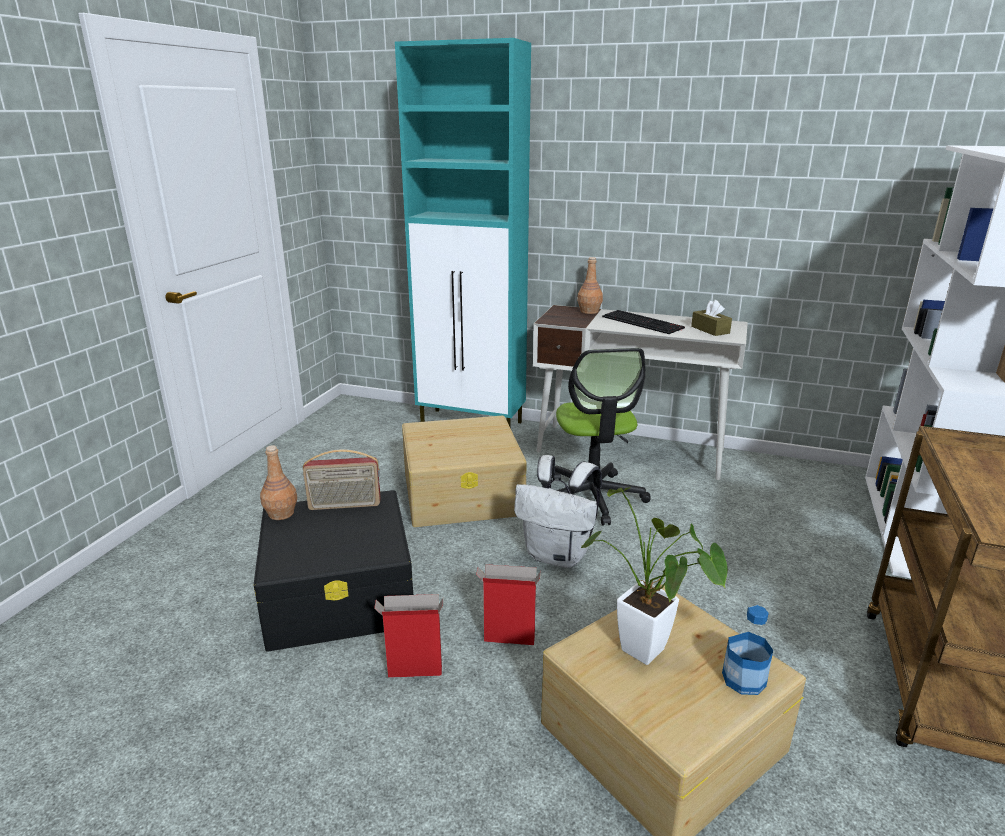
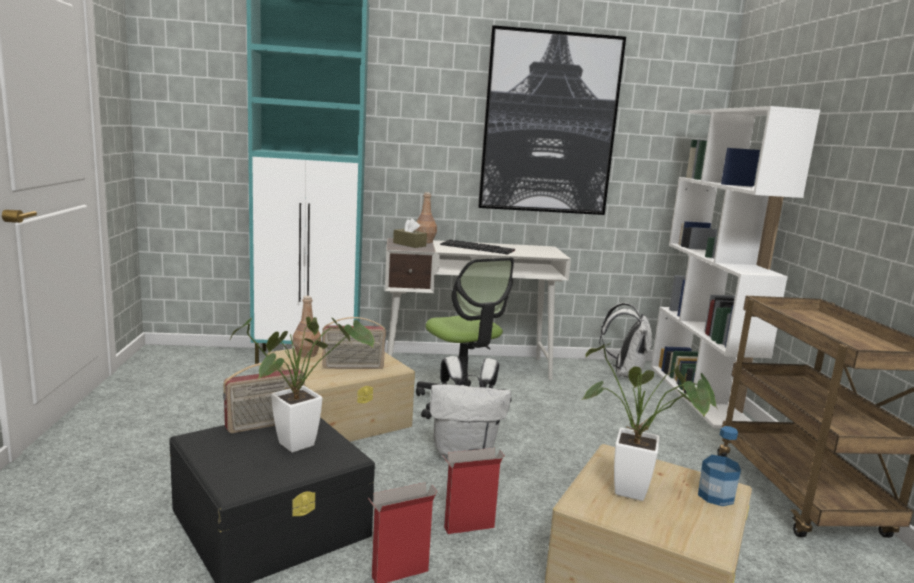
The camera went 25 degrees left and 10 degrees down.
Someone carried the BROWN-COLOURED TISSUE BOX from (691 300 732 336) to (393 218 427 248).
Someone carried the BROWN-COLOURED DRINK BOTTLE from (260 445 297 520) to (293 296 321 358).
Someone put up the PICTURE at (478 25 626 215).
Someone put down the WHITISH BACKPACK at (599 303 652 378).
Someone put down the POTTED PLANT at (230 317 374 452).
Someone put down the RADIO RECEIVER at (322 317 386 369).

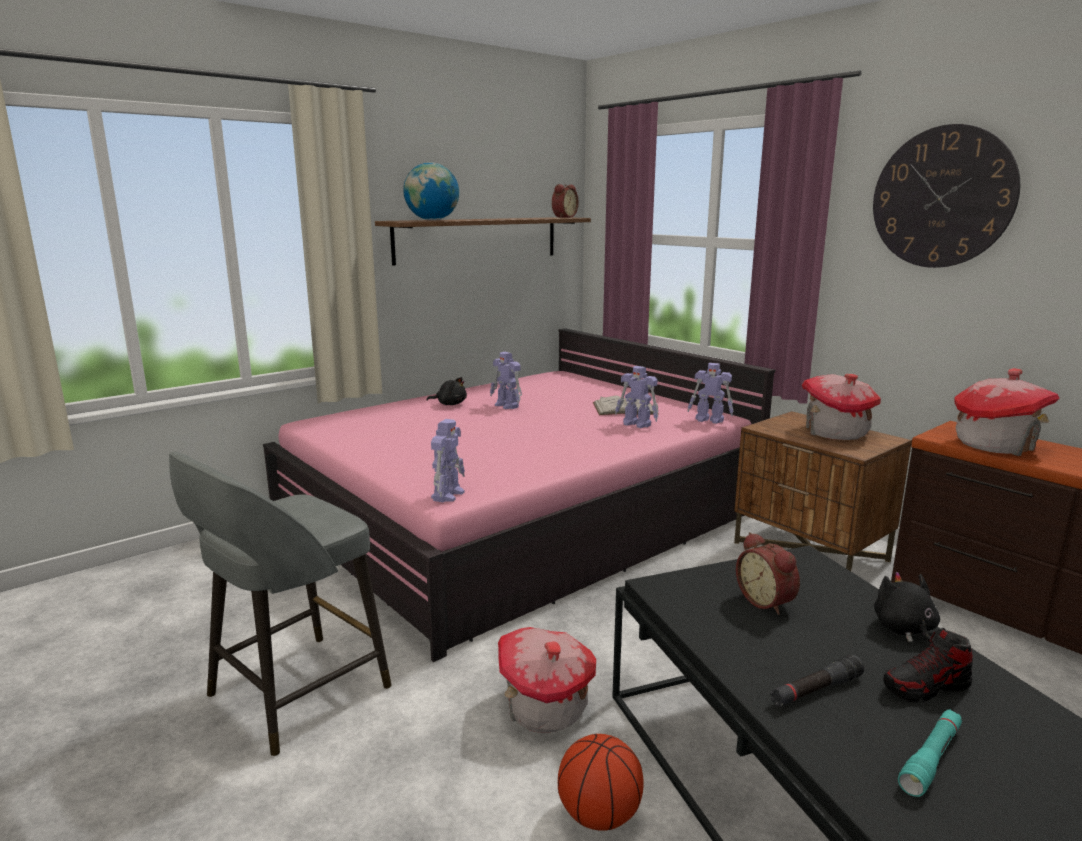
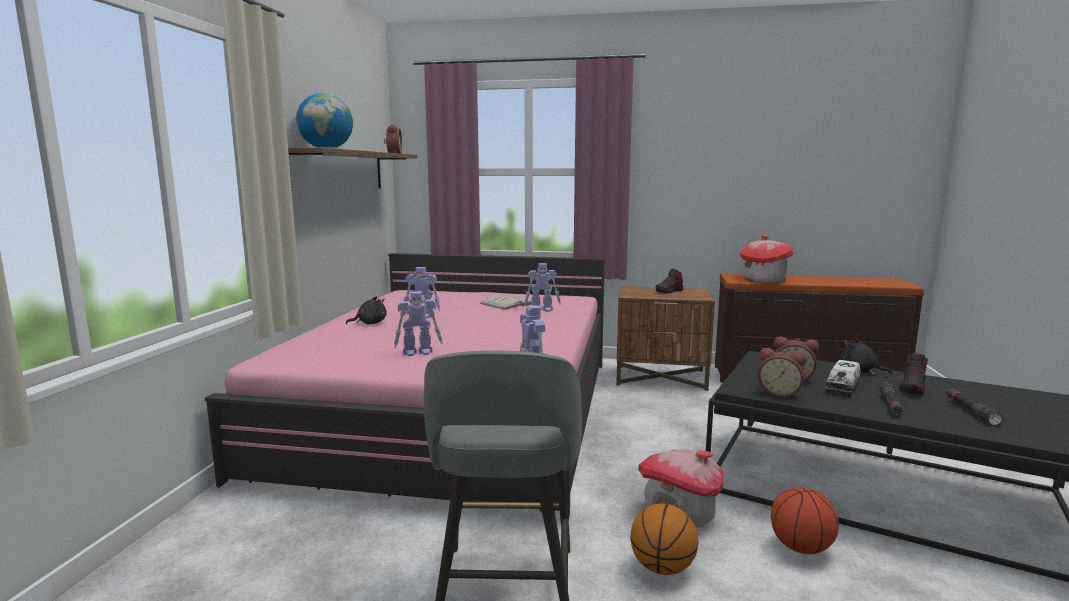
The camera went 40 degrees left and 5 degrees down.
Someone took away the HANGING CLOCK at (873 124 1020 268).
Someone carried the TOY ROBOT from (687 363 734 424) to (394 291 443 356).
Someone swapped the MINIATURE HOUSE at (802 374 881 440) for the SHOE at (656 269 683 294).
Someone repainted the BLUE-GREEN HAND TORCH at (898 710 962 797), which became the BLACK HAND TORCH at (946 389 1003 426).
Someone put down the TABLE CLOCK at (758 347 807 398).
Someone put down the MODEL TRUCK at (825 360 860 397).
Someone put down the BASKETBALL at (630 503 698 575).

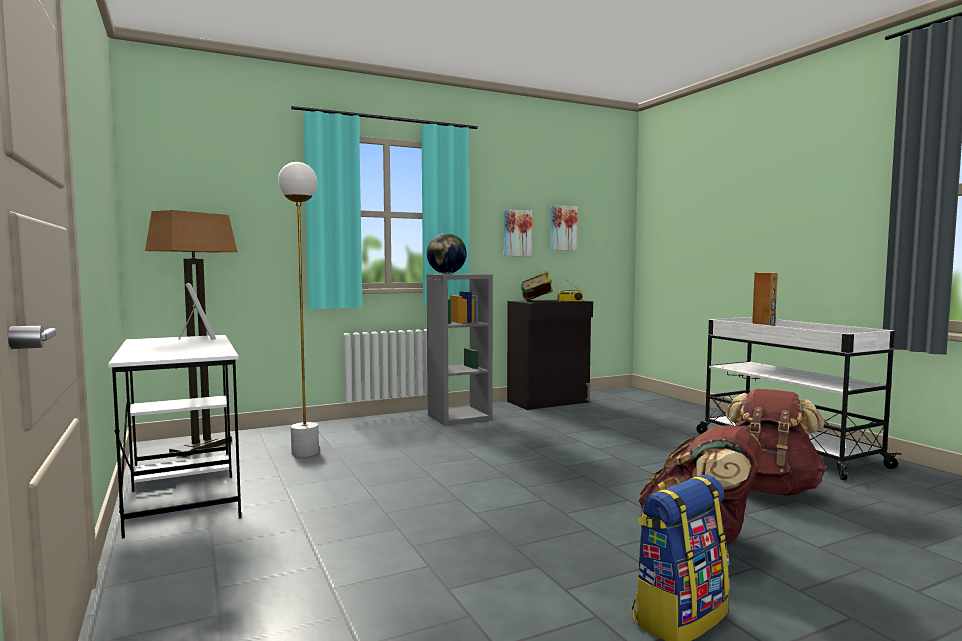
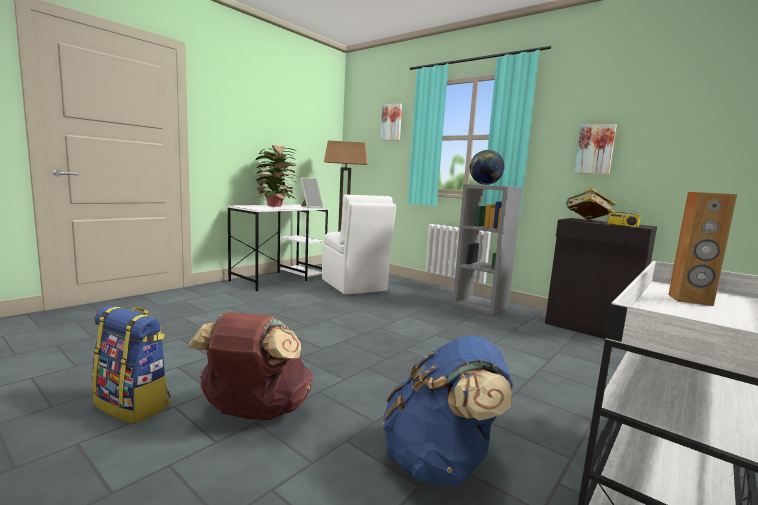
The camera went 65 degrees right and 5 degrees up.
Someone swapped the WHITISH FLOOR LAMP at (278 162 319 457) for the WHITISH UPRIGHT CHAIR at (322 194 396 294).
Someone carried the PICTURE from (550 205 578 250) to (380 104 402 140).
Someone repainted the BROWN-COLOURED BACKPACK at (725 389 827 495), which became the BLUE-COLOURED BACKPACK at (382 336 513 486).
Someone put down the POTTED PLANT at (254 145 297 207).

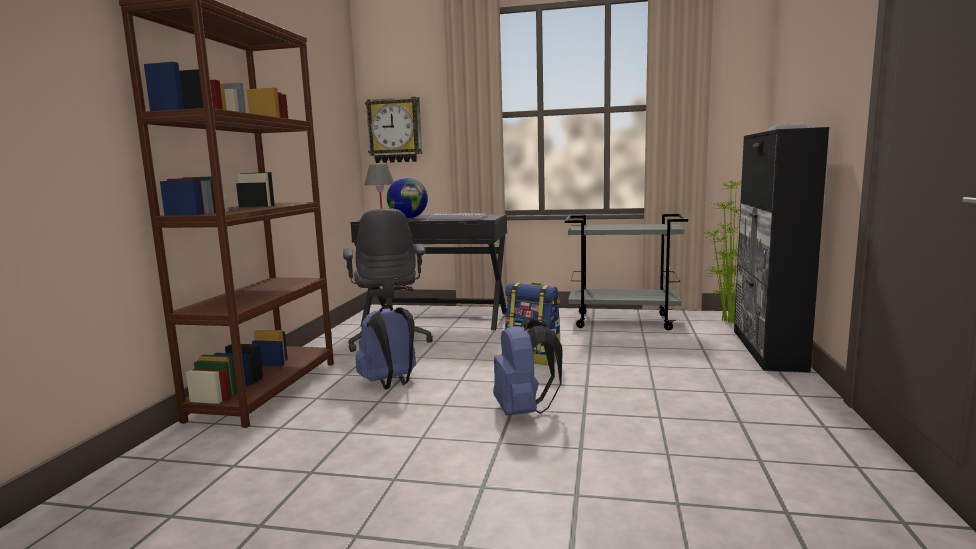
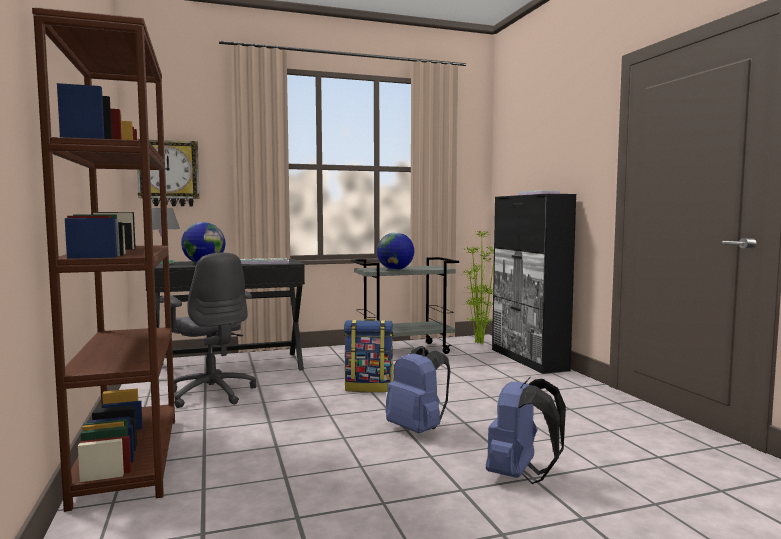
The camera went 30 degrees left and 5 degrees down.
Someone carried the BLUE-COLOURED BACKPACK from (356 304 416 389) to (486 377 566 484).
Someone put down the GLOBE at (377 232 414 270).

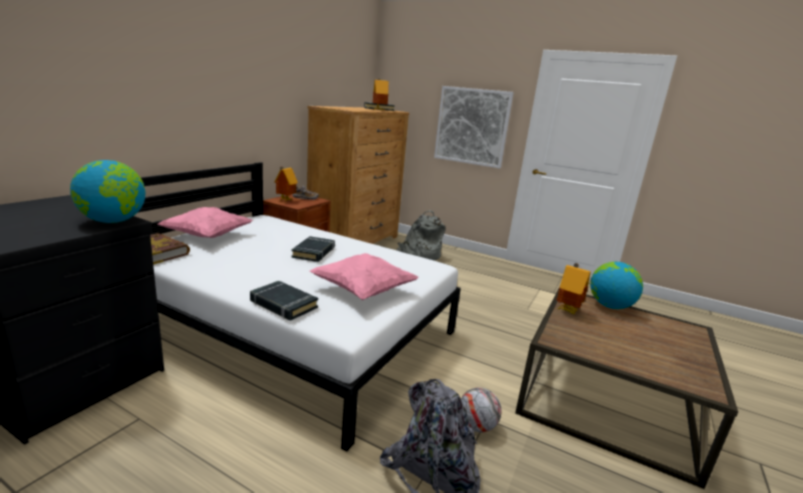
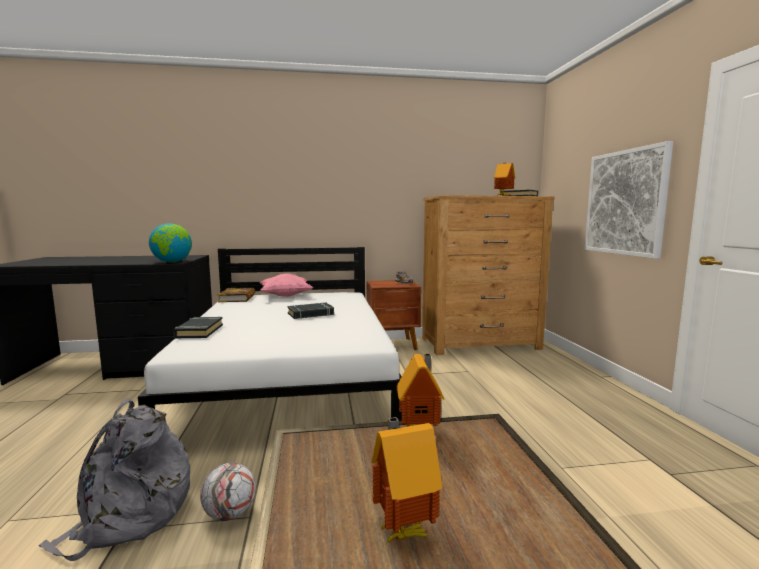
The camera went 55 degrees right and 10 degrees down.
Someone carried the MINIATURE HOUSE from (275 167 298 202) to (372 417 442 545).
Someone took away the GREY BACKPACK at (397 210 446 260).
Someone took away the PINK THROW PILLOW at (310 253 419 300).
Someone took away the GLOBE at (590 262 643 309).

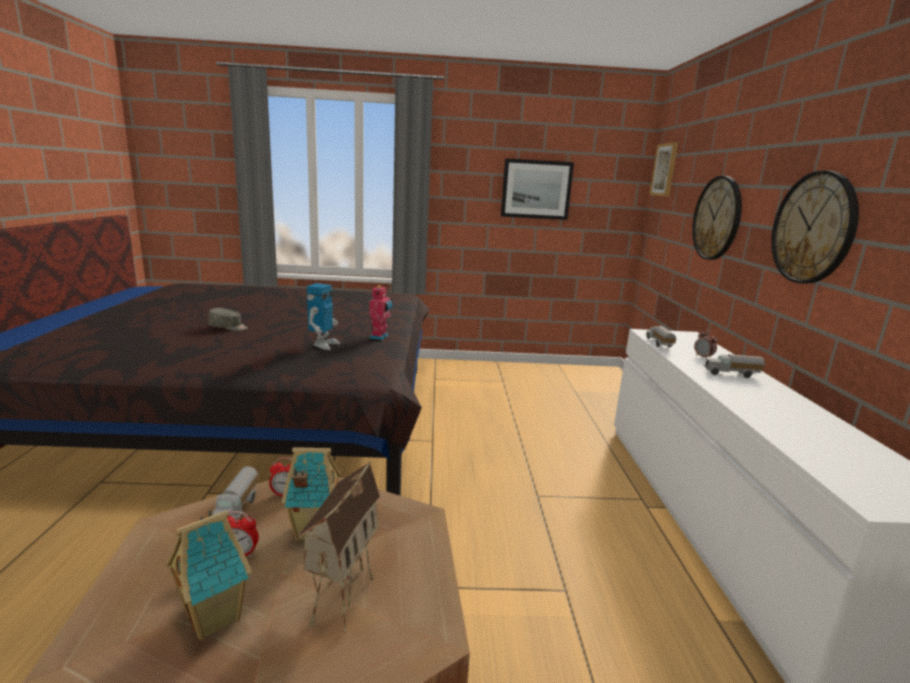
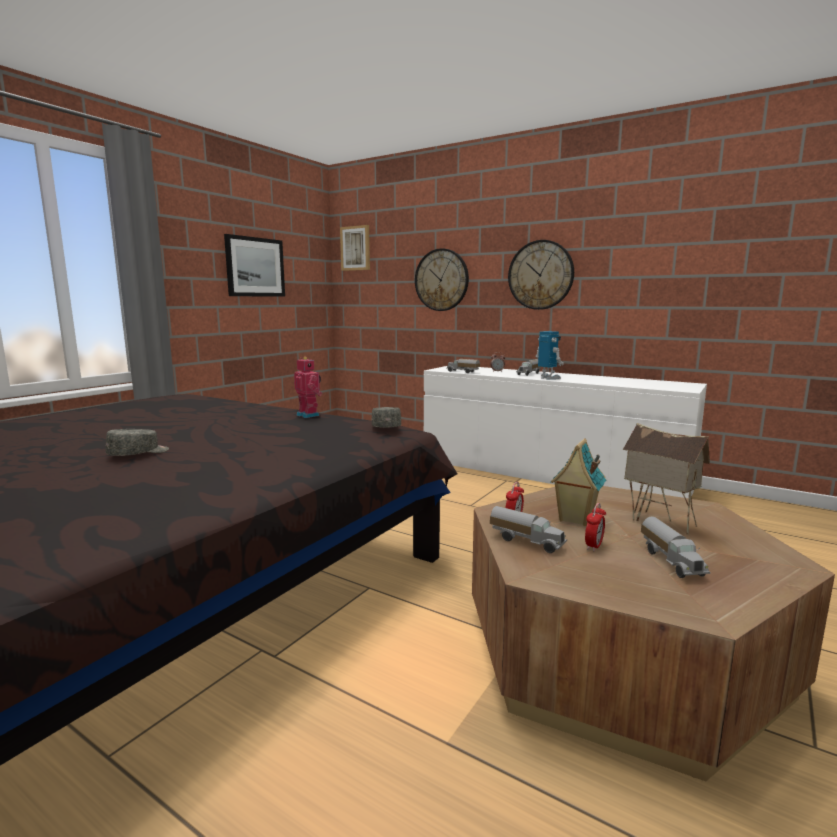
The camera went 55 degrees left and 5 degrees down.
Someone carried the TOY ROBOT from (307 283 340 350) to (535 331 564 379).
Someone swapped the MINIATURE HOUSE at (166 510 252 640) for the MODEL TRUCK at (641 516 710 578).
Someone put down the GREY BASEBALL CAP at (371 407 401 428).

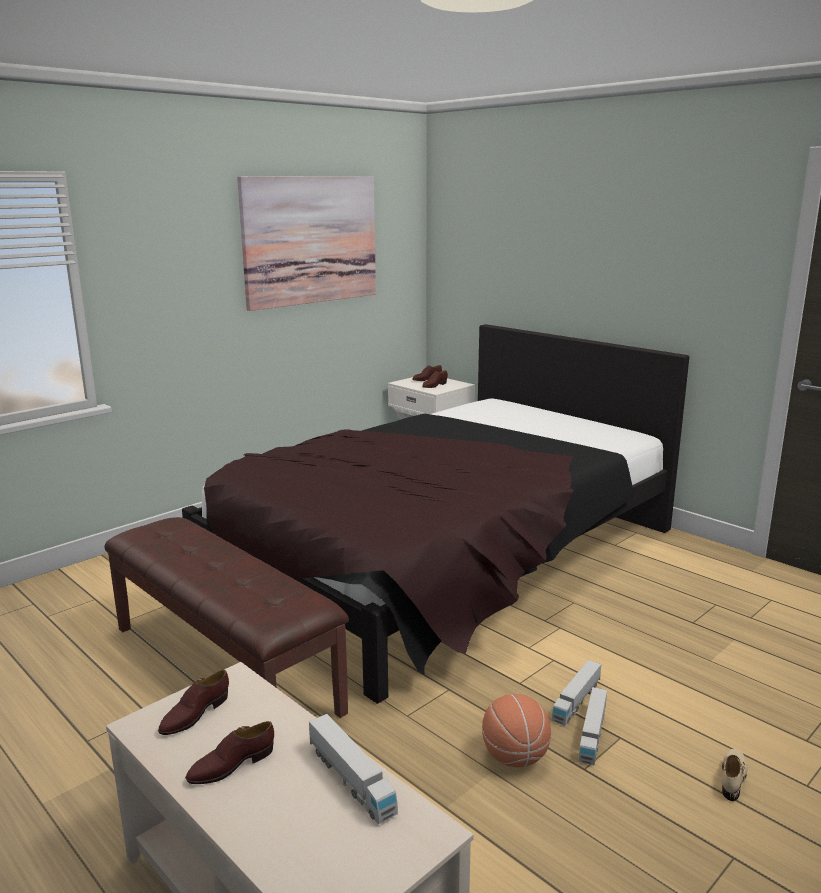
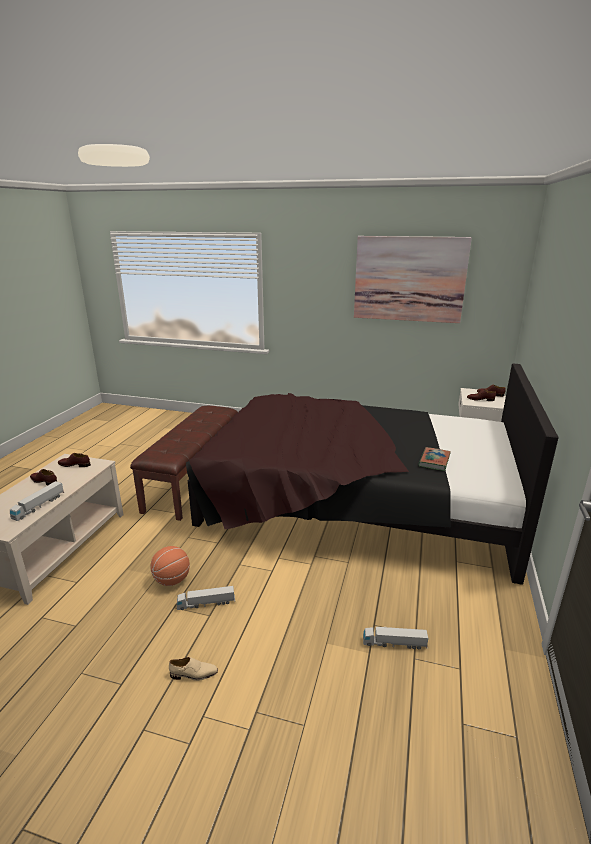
The camera went 60 degrees right and 5 degrees up.
Someone carried the MODEL TRUCK from (552 660 601 726) to (363 627 428 649).
Someone put down the BOUND BOOK at (418 447 451 471).

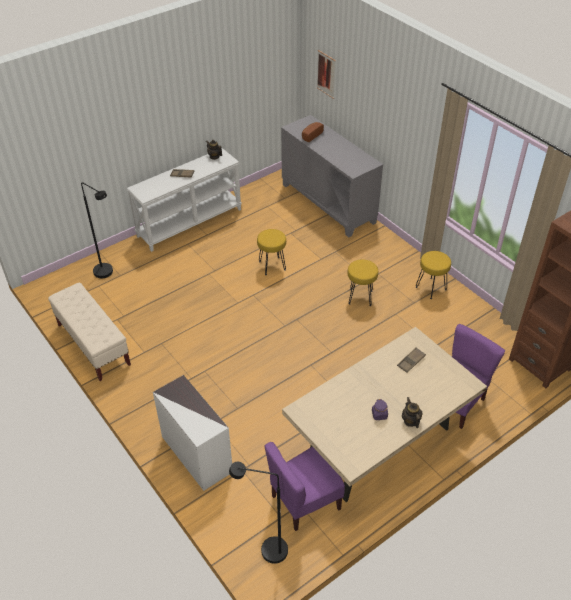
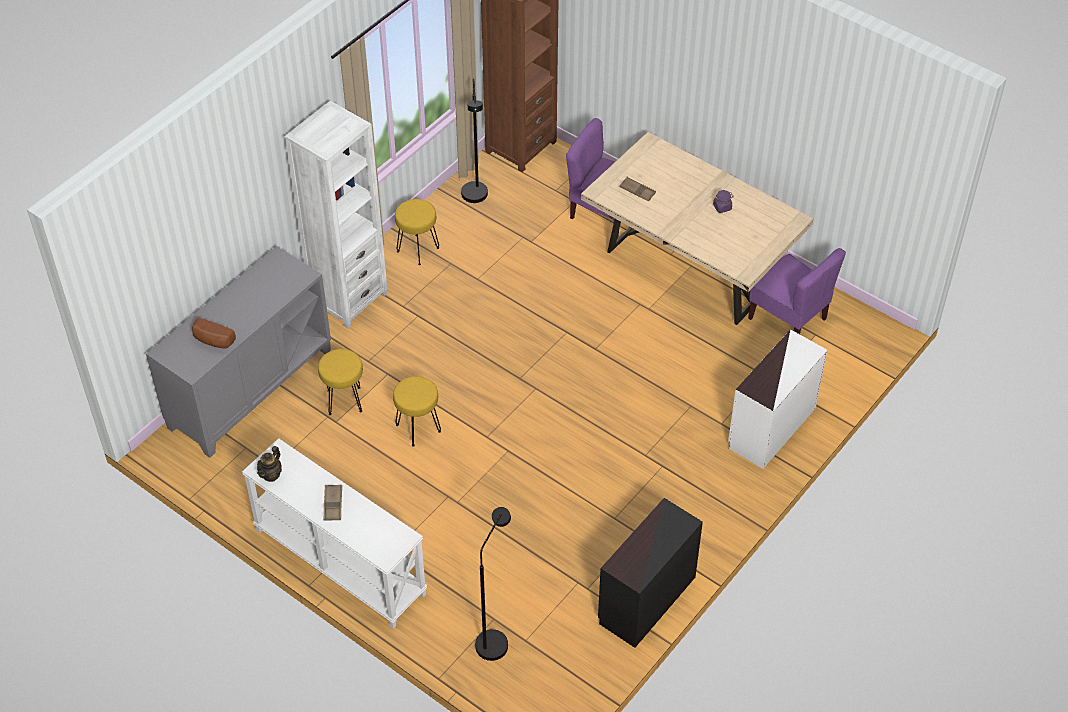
The camera went 105 degrees left and 5 degrees up.
Someone took away the PICTURE at (317 50 336 99).
Someone carried the YELLOW SITTING STOOL from (348 259 378 306) to (318 349 363 415).
Someone swapped the SAND-COLOURED LONG SEAT at (48 283 131 381) for the BLACK DRAWER CHEST at (598 498 703 648).
Someone took away the POT FOR TEA at (402 397 423 428).
Someone carried the BLACK FLOOR LAMP from (229 462 288 564) to (461 78 488 203).
Someone put down the WHITISH BOOKCASE at (285 101 388 329).

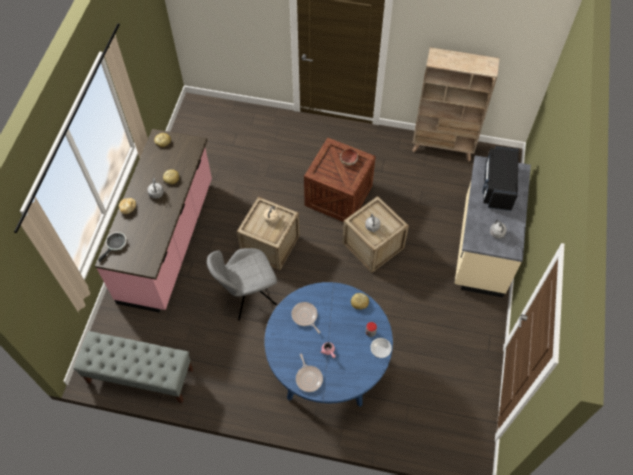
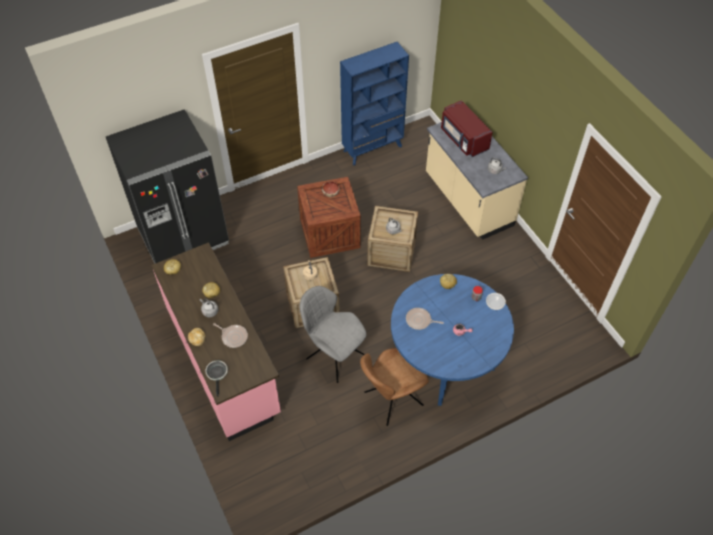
The camera went 40 degrees left and 5 degrees down.
Someone repainted the SAND-COLOURED BOOKCASE at (412 47 500 162), which became the BLUE-COLOURED BOOKCASE at (340 42 409 165).
Someone repainted the BLACK MICROWAVE at (482 146 519 211), which became the RED MICROWAVE at (441 100 493 157).
Someone rotated the GREY UPRIGHT CHAIR at (207 248 277 320) by 105 degrees clockwise.
Someone took away the GREY LONG SEAT at (73 331 193 404).
Someone carried the PAN from (296 353 323 392) to (213 323 248 348).
Someone put down the BLACK REFRIGERATOR at (106 109 229 264).
Someone put down the BROWN-COLOURED UPRIGHT CHAIR at (360 348 429 426).

